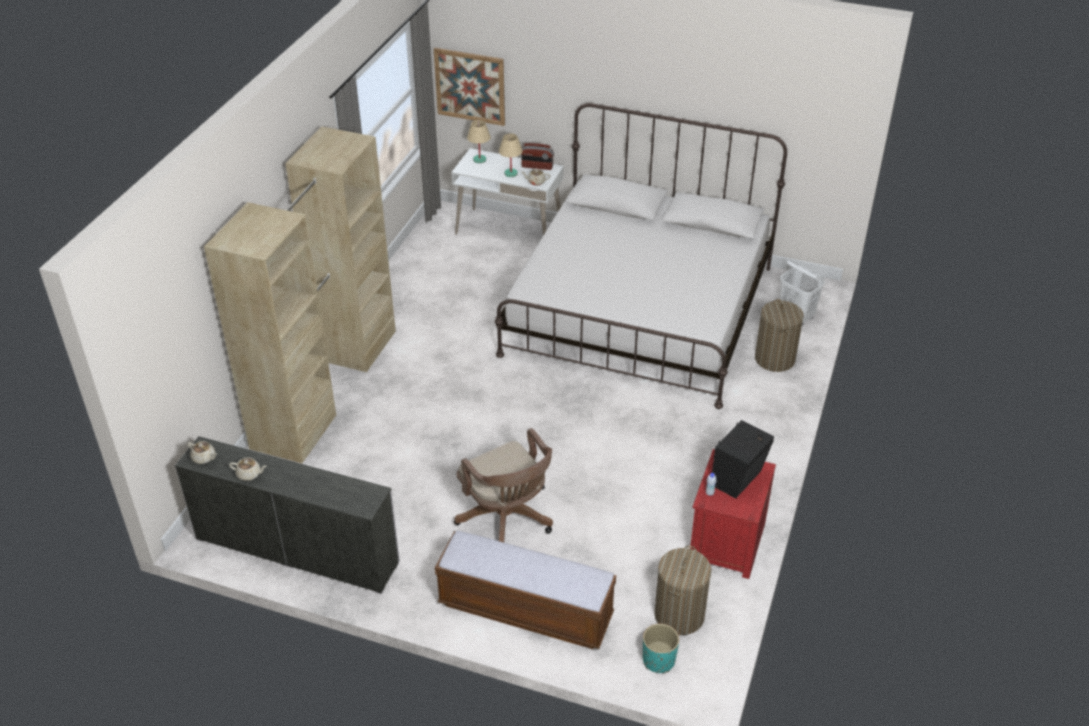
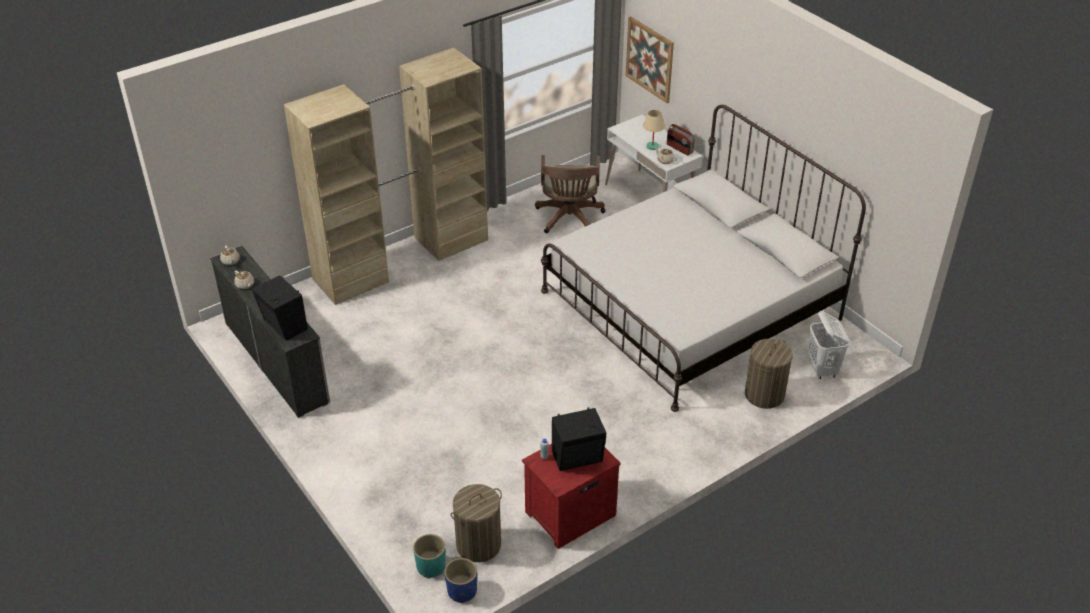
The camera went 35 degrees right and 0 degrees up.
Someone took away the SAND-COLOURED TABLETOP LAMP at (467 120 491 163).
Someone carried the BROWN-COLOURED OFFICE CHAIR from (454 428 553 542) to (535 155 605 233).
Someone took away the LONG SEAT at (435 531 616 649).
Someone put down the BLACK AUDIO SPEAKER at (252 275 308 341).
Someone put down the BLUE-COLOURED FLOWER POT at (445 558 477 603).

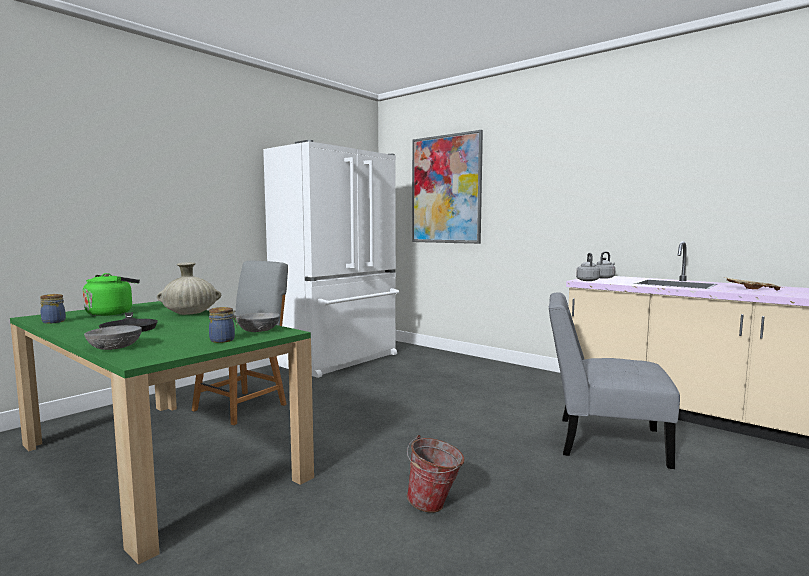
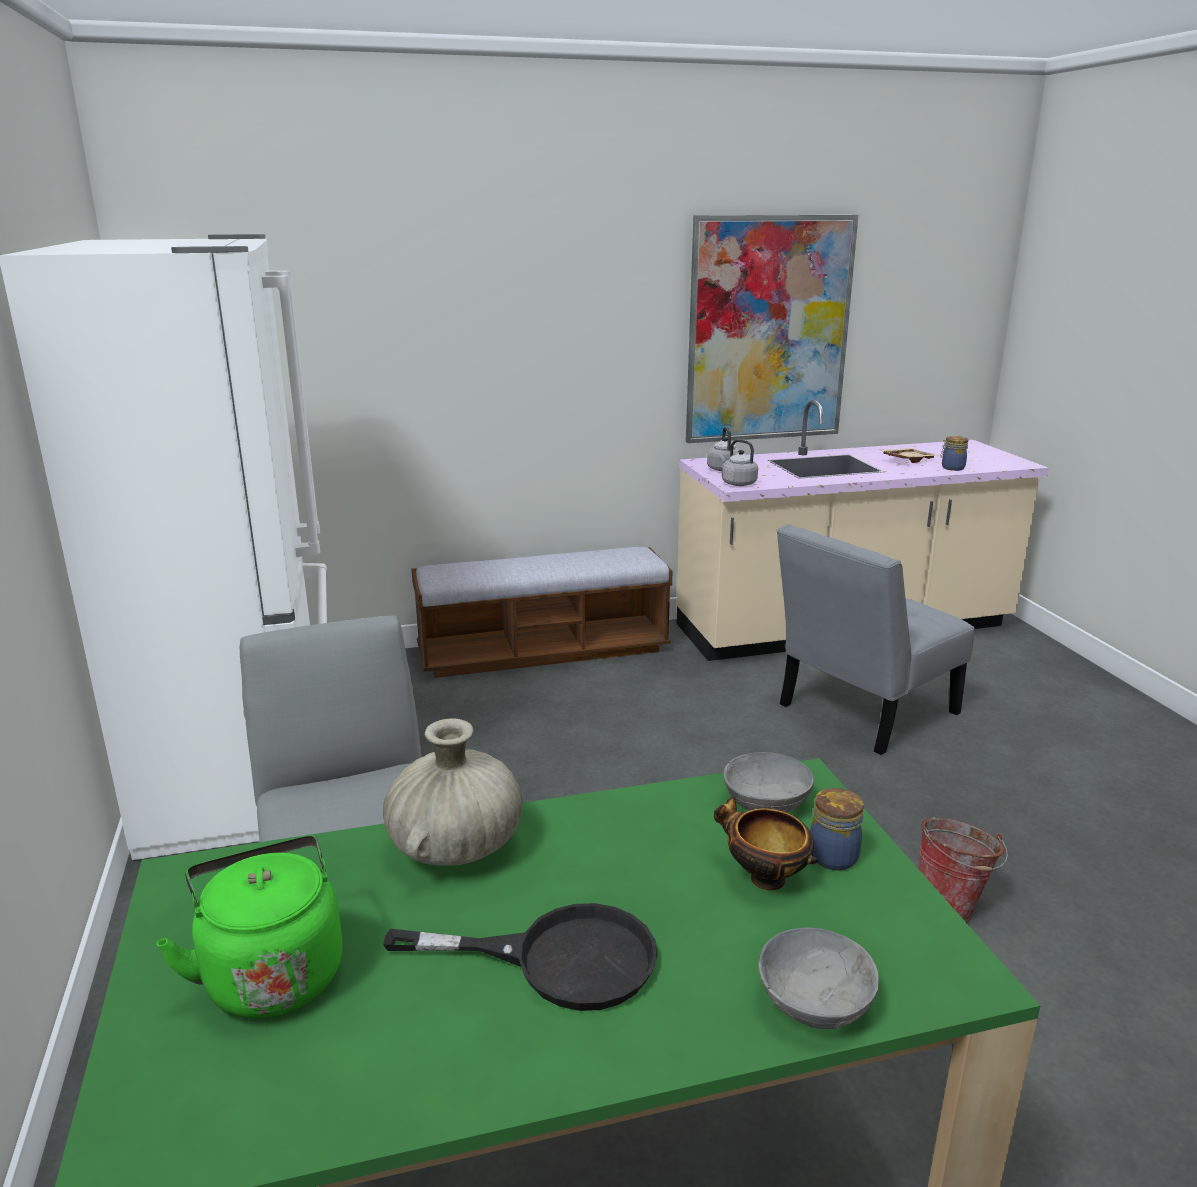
The camera went 55 degrees left and 15 degrees up.
Someone carried the PICTURE from (412 130 483 244) to (686 215 858 443).
Someone carried the PRESERVE JAR from (40 294 66 324) to (940 436 968 471).
Someone put down the LONG SEAT at (411 547 673 678).
Someone put down the SERVING BOWL at (714 796 818 890).

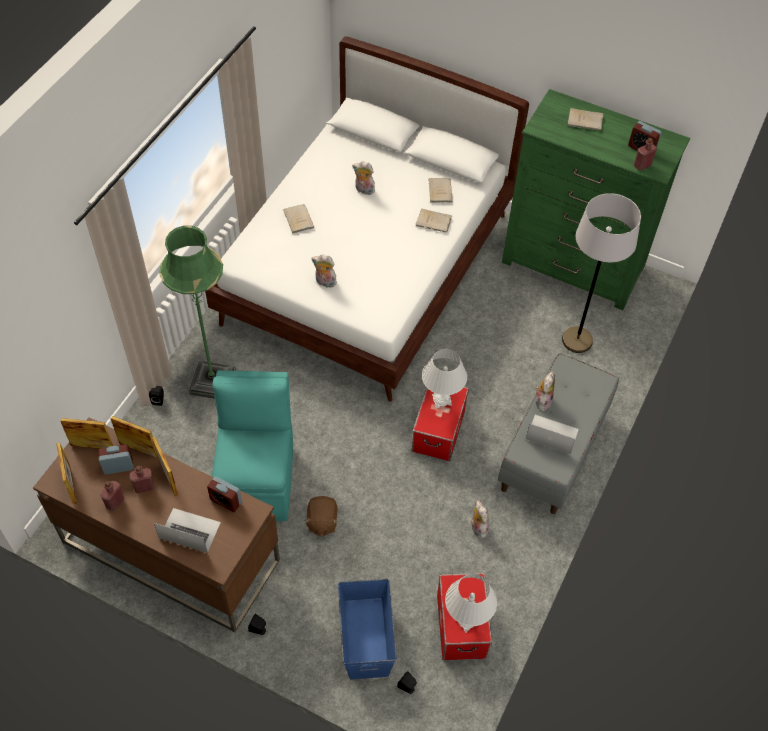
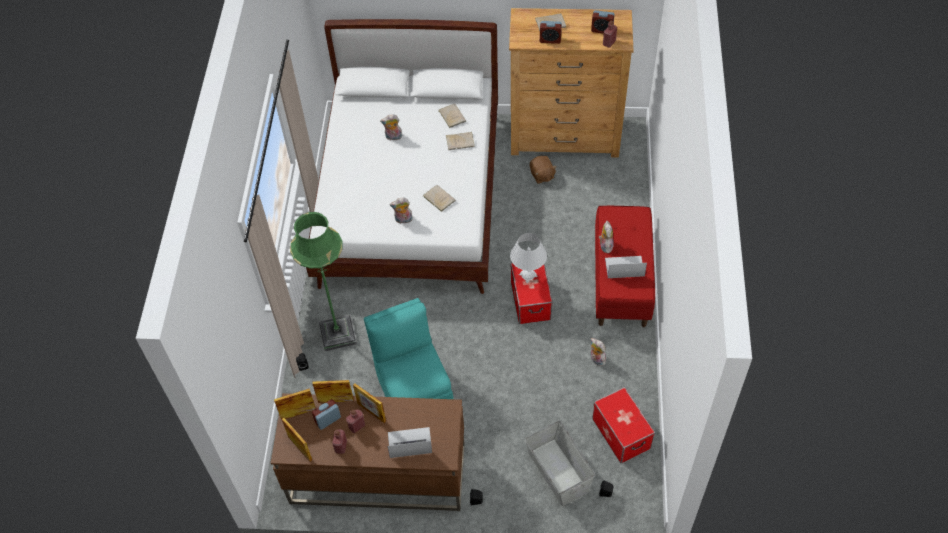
The camera went 20 degrees left and 0 degrees up.
Someone repainted the GREEN-COLOURED DRAWER CHEST at (502 89 690 310), which became the BROWN-COLOURED DRAWER CHEST at (509 8 634 157).
Someone took away the GREY FLOOR LAMP at (562 193 641 353).
Someone carried the SAND-COLOURED BOUND BOOK from (283 204 314 234) to (423 185 456 212).
Someone repainted the GREY LONG SEAT at (498 353 619 514), which became the RED LONG SEAT at (595 206 655 327).
Someone carried the TABLE CLOCK from (207 476 242 512) to (540 21 562 44).
Someone carried the BROWN-COLOURED CUDDLY TOY from (305 496 338 537) to (530 156 557 184).
Someone took away the WHITISH TABLETOP LAMP at (445 574 497 633).
Someone repainted the BLUE-COLOURED STORAGE CONTAINER at (338 579 397 679), which became the GREY STORAGE CONTAINER at (525 421 595 506).

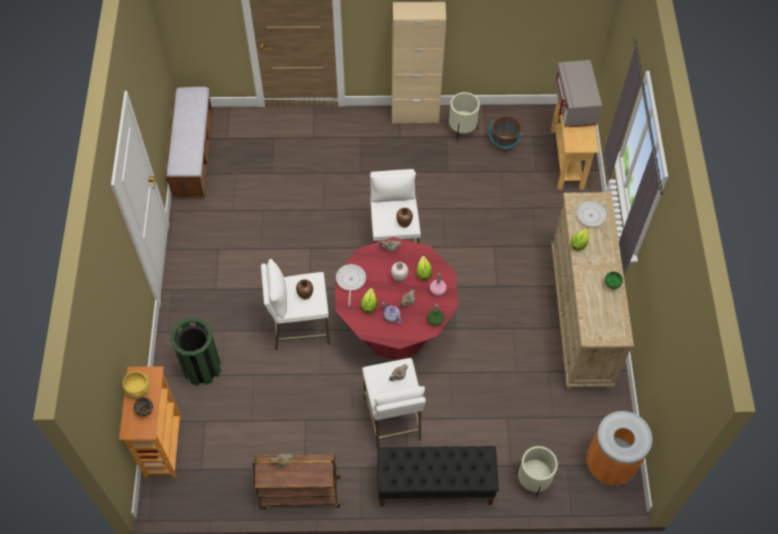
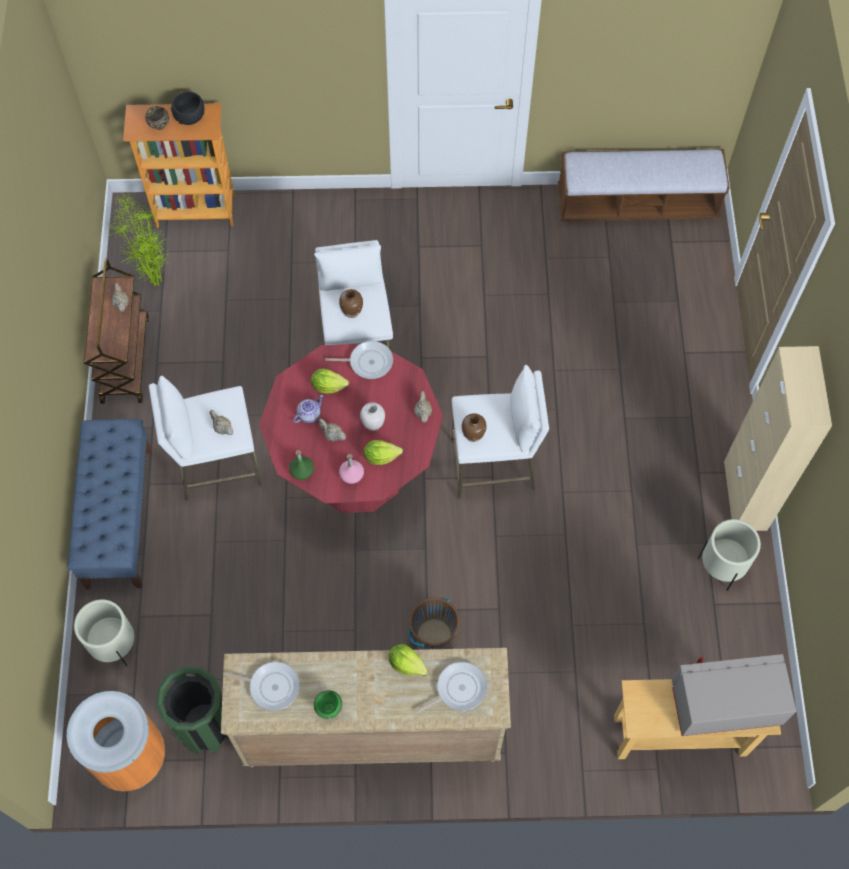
The camera went 90 degrees right and 5 degrees up.
Someone carried the BROWN-COLOURED PAIL from (489 116 522 152) to (409 597 460 649).
Someone carried the GREEN-COLOURED WASTE BIN from (170 318 221 385) to (155 666 230 754).
Someone repainted the YELLOW SERVING BOWL at (122 371 150 398), which became the BLACK SERVING BOWL at (171 91 204 125).
Someone repainted the BLACK LONG SEAT at (377 446 499 506), which became the BLUE-COLOURED LONG SEAT at (67 419 152 589).
Someone put down the POTTED PLANT at (108 191 169 286).
Someone put down the PAN at (224 662 300 711).

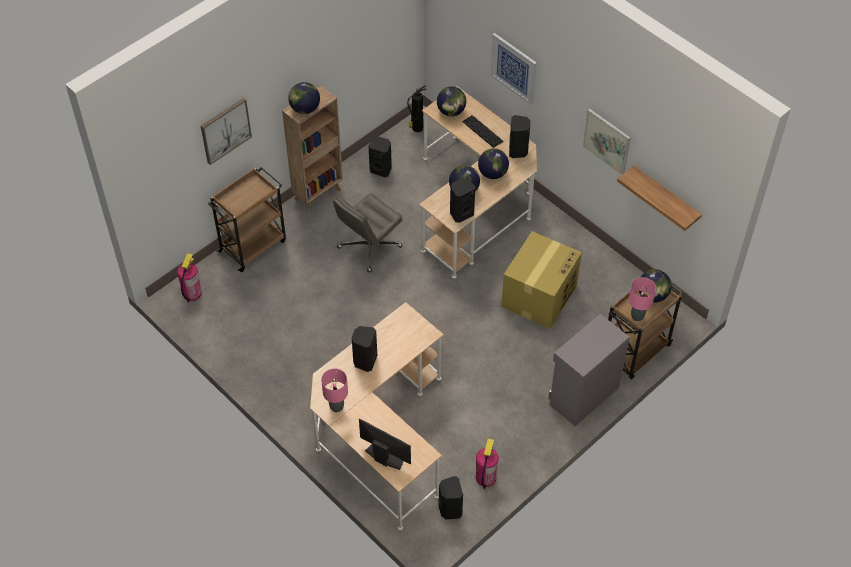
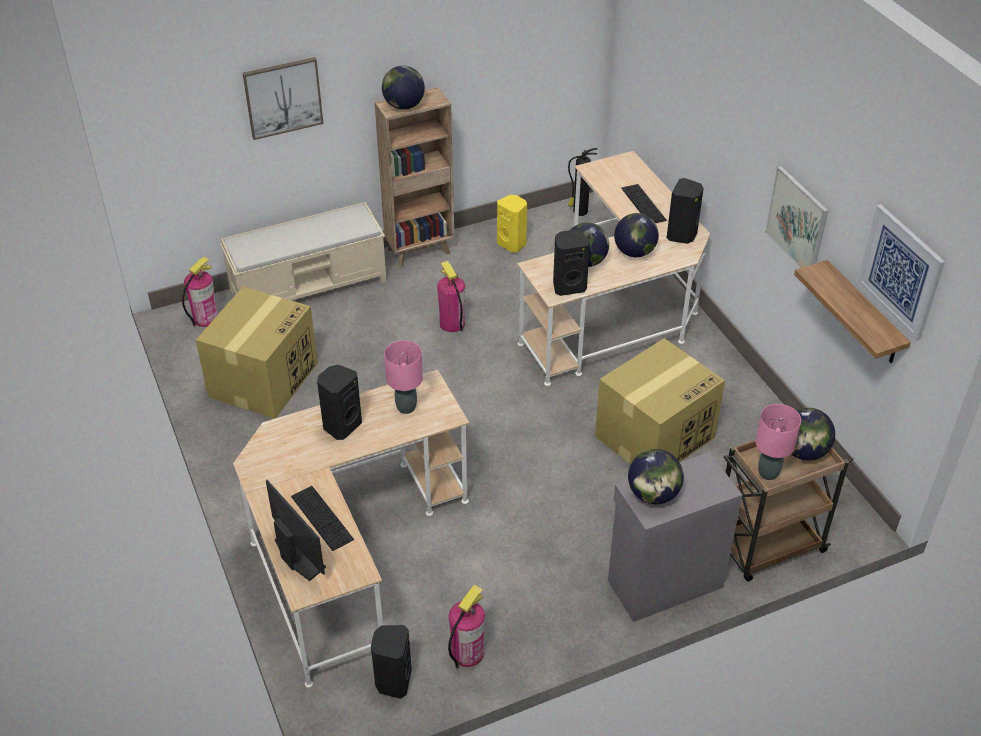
The camera went 20 degrees right and 10 degrees down.
Someone carried the PICTURE from (490 33 537 105) to (857 204 945 341).
Someone carried the GLOBE from (437 86 466 116) to (628 449 684 504).
Someone repainted the BLACK AUDIO SPEAKER at (368 137 392 177), which became the YELLOW AUDIO SPEAKER at (497 195 527 253).
Someone swapped the BROWN-COLOURED WHEELED CART at (208 167 286 272) for the SAND-COLOURED LONG SEAT at (220 202 387 301).
Someone swapped the GREY OFFICE CHAIR at (333 194 403 273) for the FIRE EXTINGUISHER at (437 261 465 332).
Someone carried the PINK TABLETOP LAMP from (321 369 348 412) to (384 340 423 414).
Someone put down the PACKING BOX at (196 287 318 419).
Someone put down the PC KEYBOARD at (291 486 354 551).

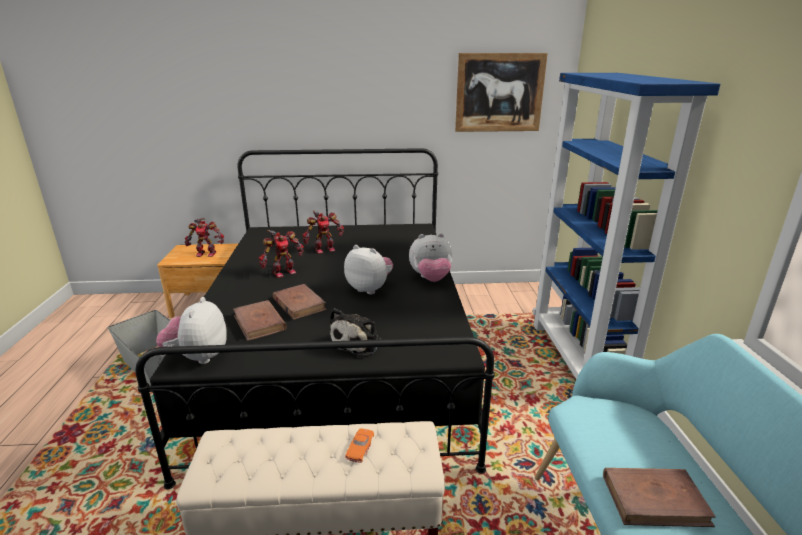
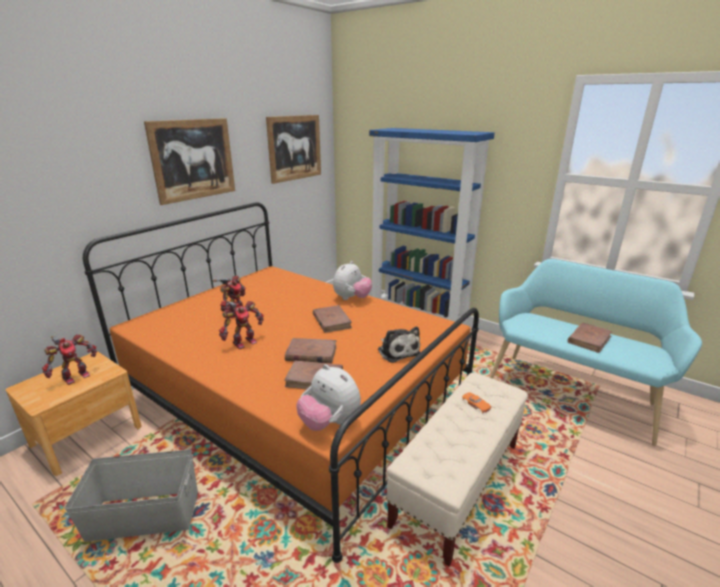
The camera went 50 degrees left and 0 degrees up.
Someone repainted the BLACK BED at (135 148 494 489), which became the ORANGE-COLOURED BED at (83 202 479 563).
Someone rotated the TOY ROBOT at (259 230 304 278) by 45 degrees clockwise.
Someone swapped the CUDDLY TOY at (344 245 393 294) for the BROWN-COLOURED BOUND BOOK at (313 305 352 333).
Someone put up the PICTURE at (144 118 235 205).

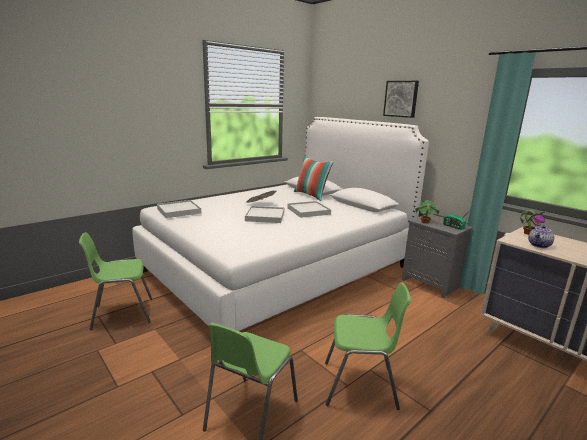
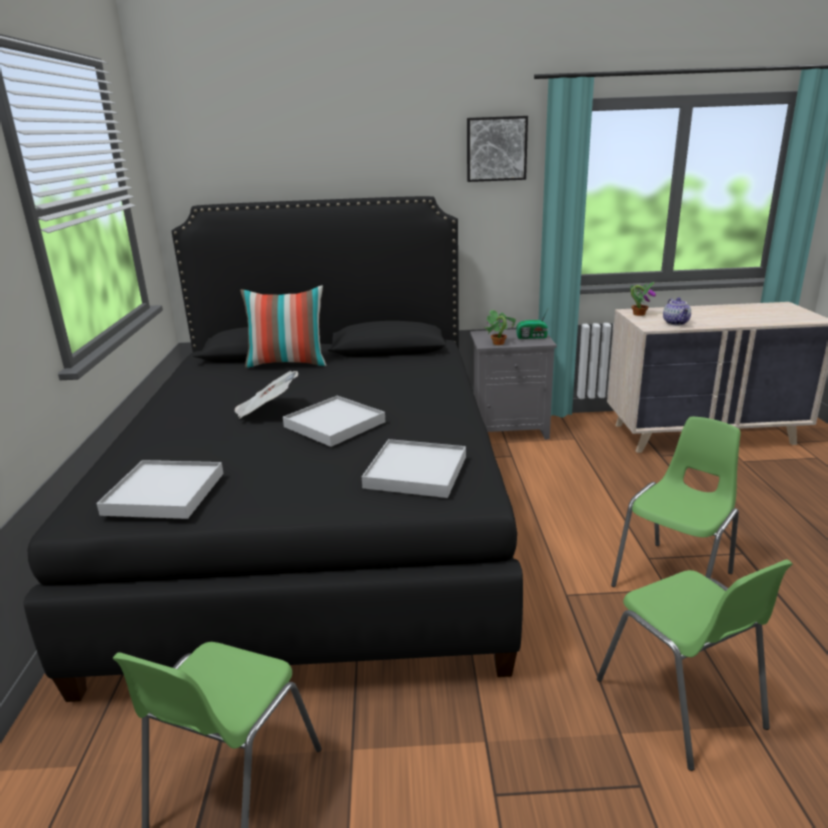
The camera went 50 degrees left and 5 degrees up.
Someone carried the PICTURE from (383 81 419 118) to (467 116 528 182).
Someone repainted the WHITISH BED at (132 117 429 331), which became the BLACK BED at (24 196 523 702).
Someone carried the WHITISH CARRYING TRAY from (288 201 331 218) to (362 439 466 498).

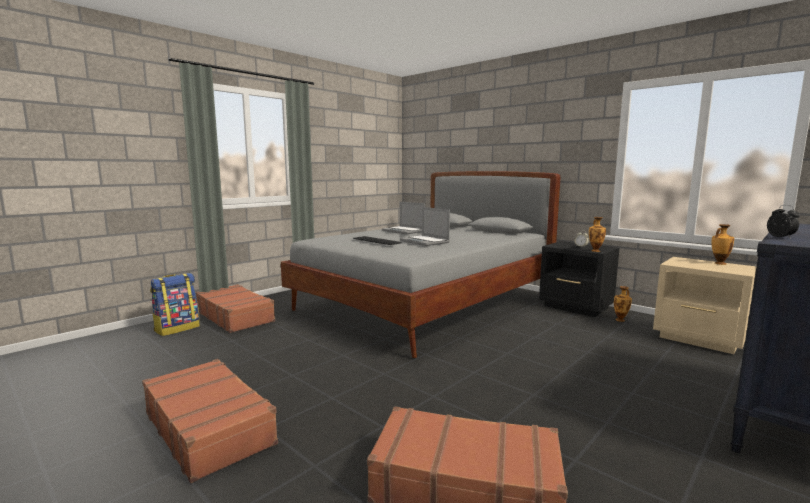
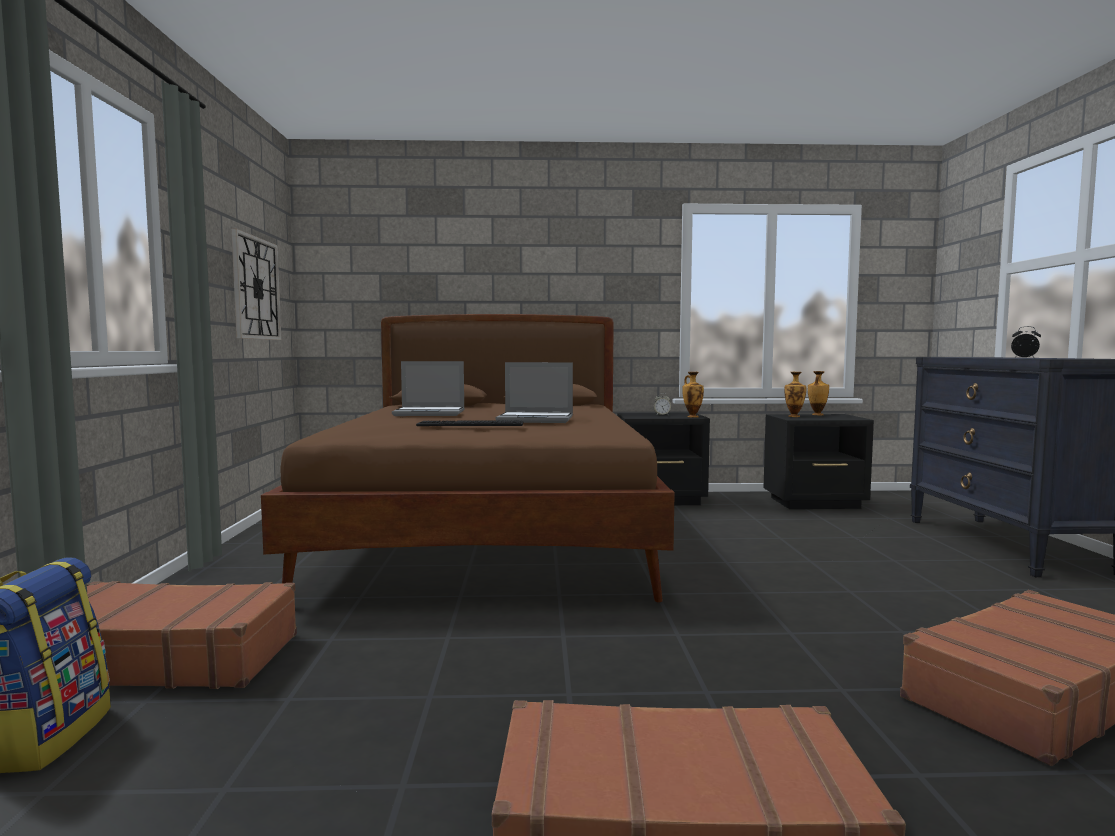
The camera went 45 degrees left and 5 degrees down.
Someone repainted the GREY BED at (281 171 561 358), which became the BROWN-COLOURED BED at (261 314 675 602).
Someone repainted the SAND-COLOURED NIGHTSTAND at (653 257 757 354), which became the BLACK NIGHTSTAND at (763 414 874 509).
Someone carried the DECORATIVE VASE from (614 286 632 322) to (785 372 806 417).
Someone put up the HANGING CLOCK at (231 228 281 340).

